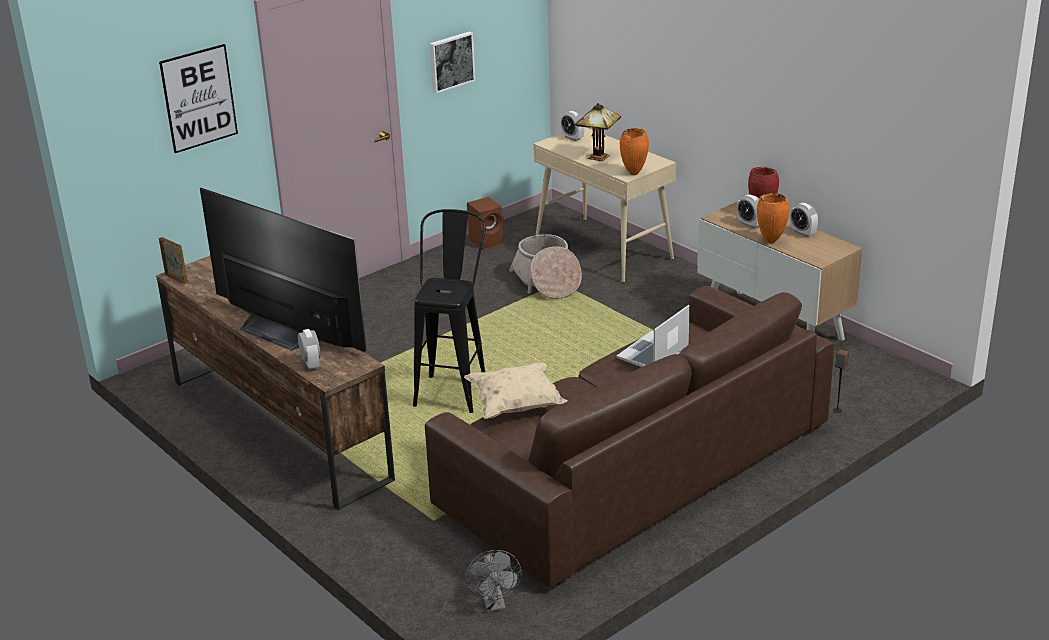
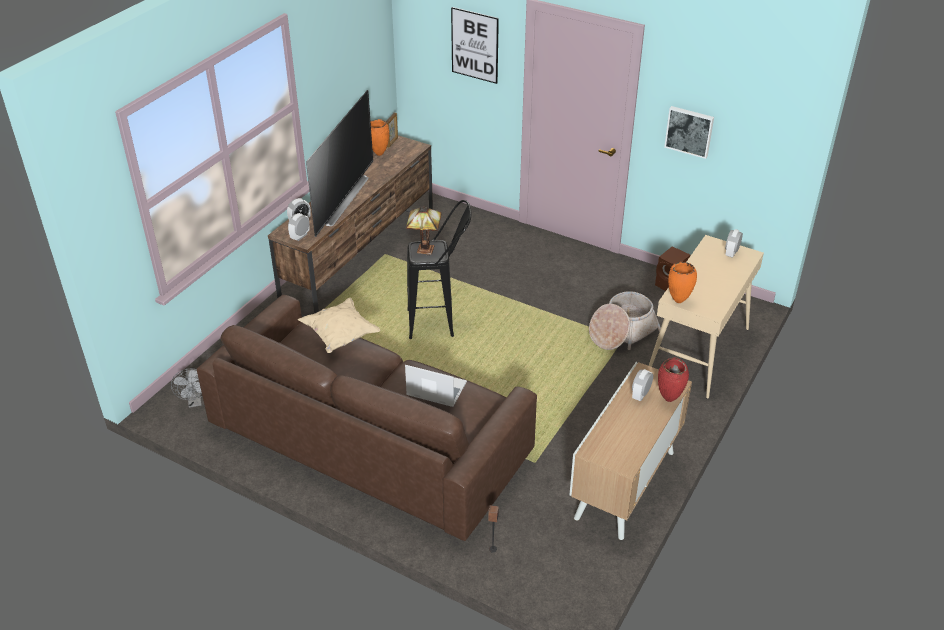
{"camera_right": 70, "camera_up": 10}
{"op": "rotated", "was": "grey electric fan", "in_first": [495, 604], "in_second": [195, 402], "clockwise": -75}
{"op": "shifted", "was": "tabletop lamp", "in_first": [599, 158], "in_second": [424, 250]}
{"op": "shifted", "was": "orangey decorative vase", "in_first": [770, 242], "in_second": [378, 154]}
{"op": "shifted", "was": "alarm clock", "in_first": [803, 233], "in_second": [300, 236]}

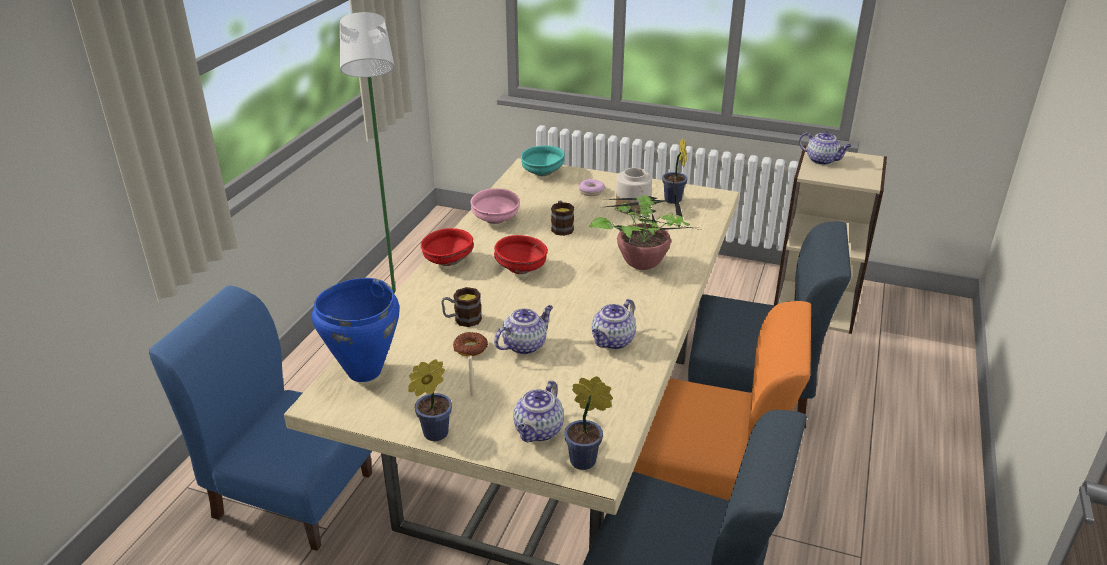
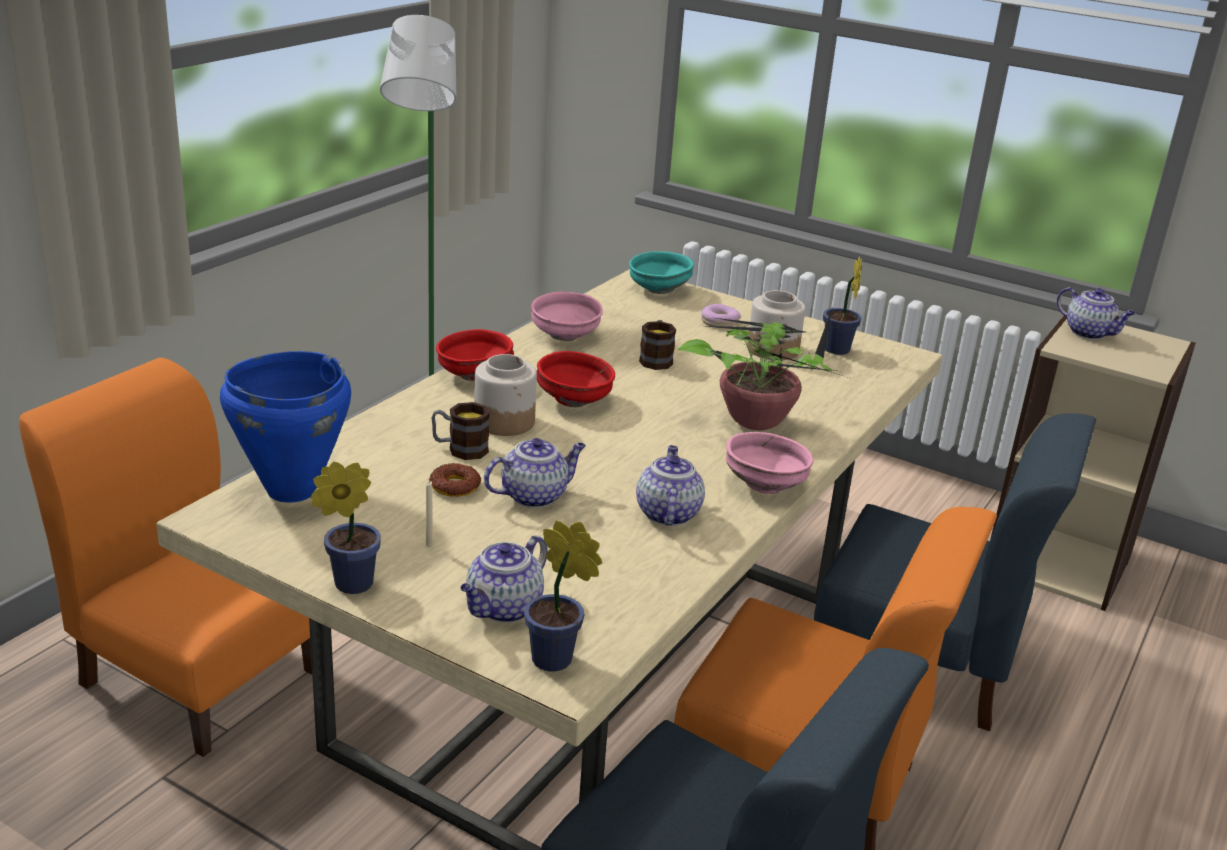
{"camera_right": 10, "camera_up": -5}
{"op": "repainted", "was": "blue-coloured chair", "now": "orangey chair", "in_first": [293, 493], "in_second": [200, 675]}
{"op": "rotated", "was": "tea pot", "in_first": [613, 341], "in_second": [667, 513], "clockwise": 135}
{"op": "new", "now": "preserve jar", "in_second": [505, 421]}
{"op": "new", "now": "pink bowl", "in_second": [766, 485]}

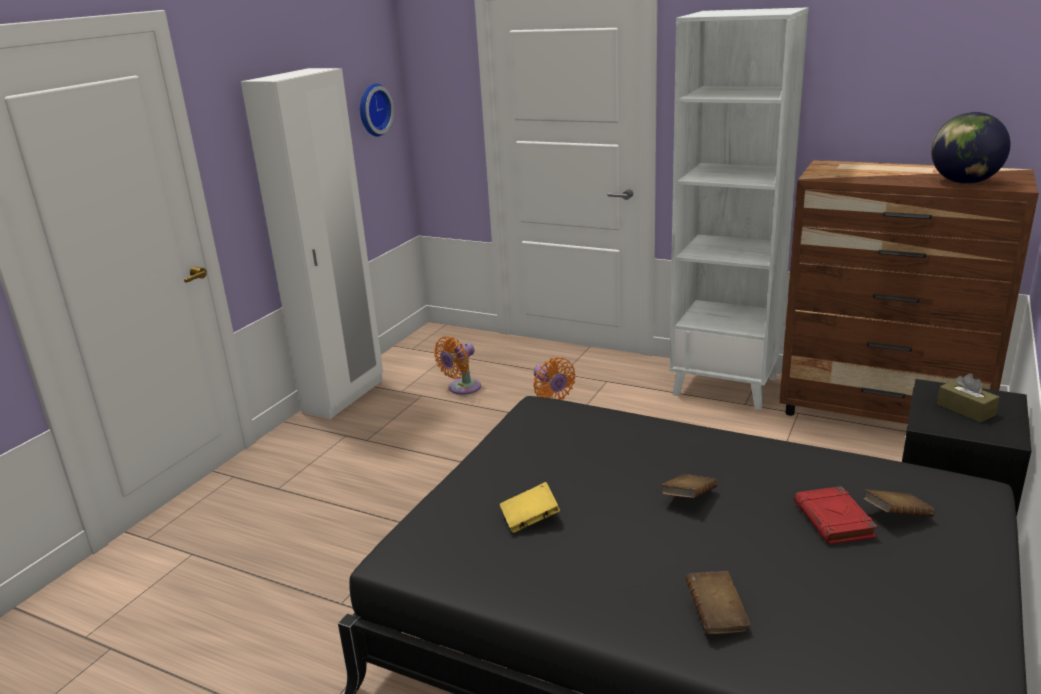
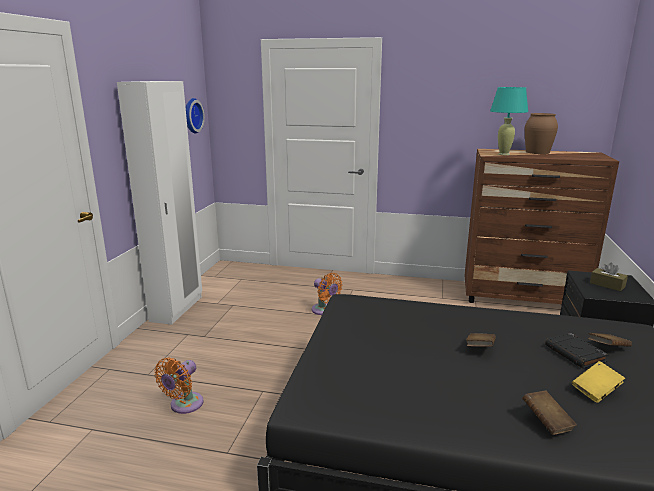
{"camera_right": -15, "camera_up": -5}
{"op": "shifted", "was": "orangey electric fan", "in_first": [462, 388], "in_second": [184, 405]}
{"op": "shifted", "was": "yellow book", "in_first": [530, 519], "in_second": [596, 391]}
{"op": "gone", "was": "white-coloured bookcase", "in_first": [726, 386]}
{"op": "repainted", "was": "reddish book", "now": "black book", "in_first": [834, 520], "in_second": [575, 354]}
{"op": "gone", "was": "desk globe", "in_first": [963, 182]}
{"op": "new", "now": "blue-green tabletop lamp", "in_second": [503, 154]}
{"op": "new", "now": "brown decorative vase", "in_second": [537, 152]}

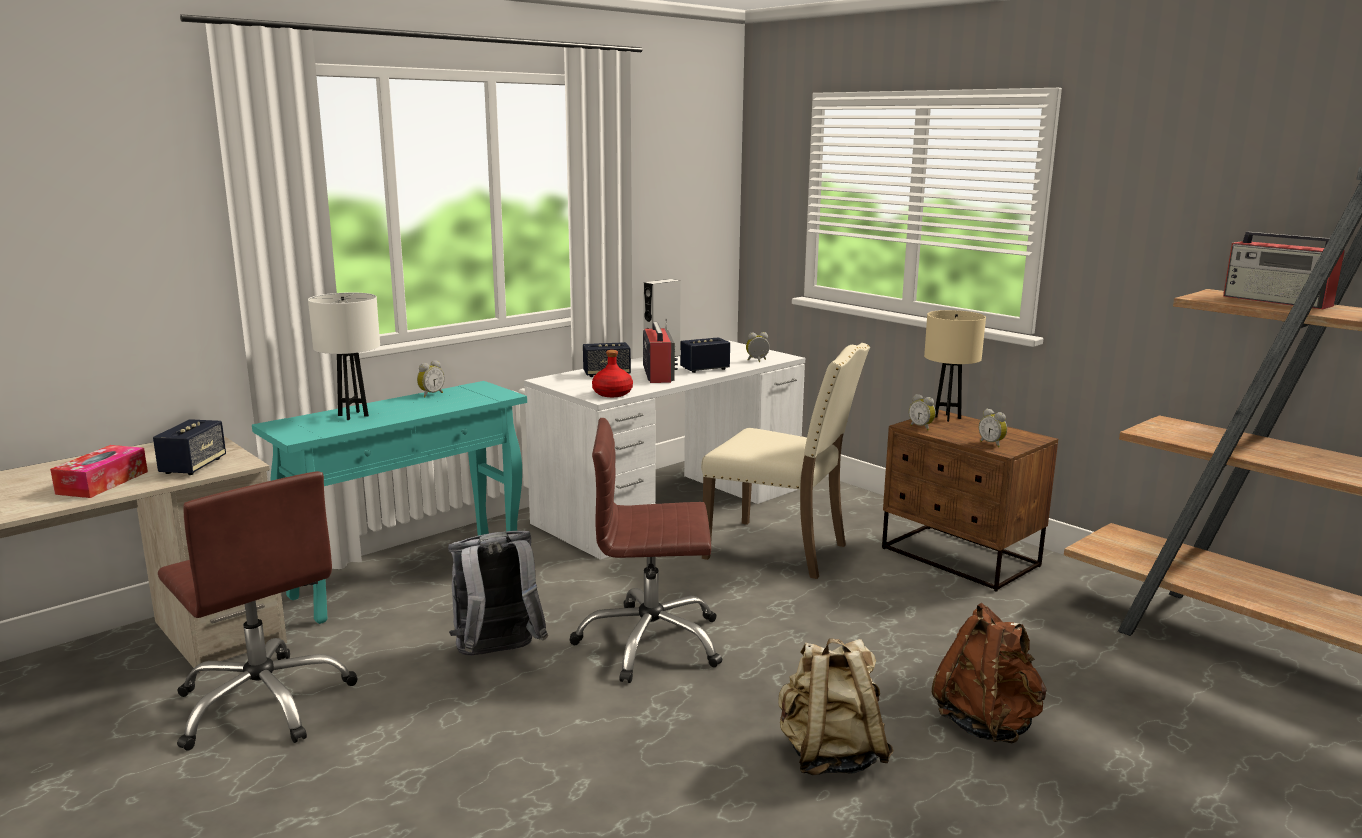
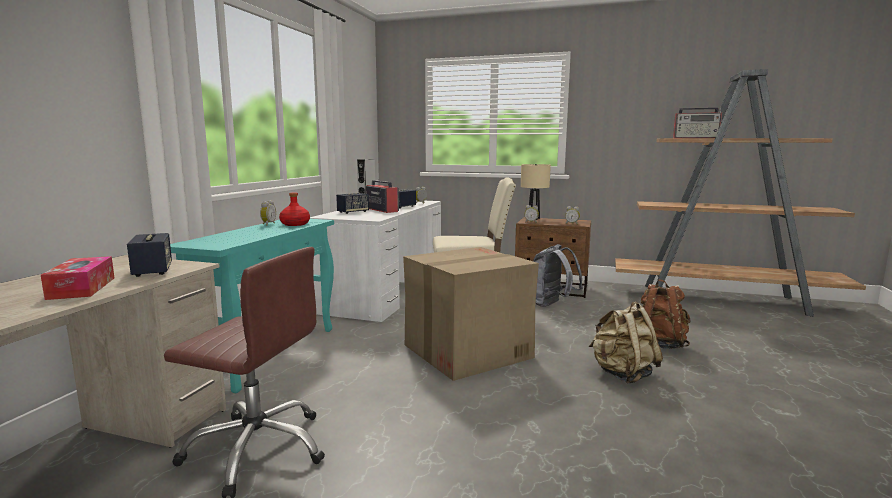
{"camera_right": -30, "camera_up": -5}
{"op": "gone", "was": "white-coloured tabletop lamp", "in_first": [353, 416]}
{"op": "shifted", "was": "grey rucksack", "in_first": [498, 654], "in_second": [552, 305]}
{"op": "swapped", "was": "brown desk chair", "now": "carton", "in_first": [650, 642], "in_second": [466, 351]}
{"op": "shifted", "was": "reddish drink bottle", "in_first": [612, 393], "in_second": [295, 224]}

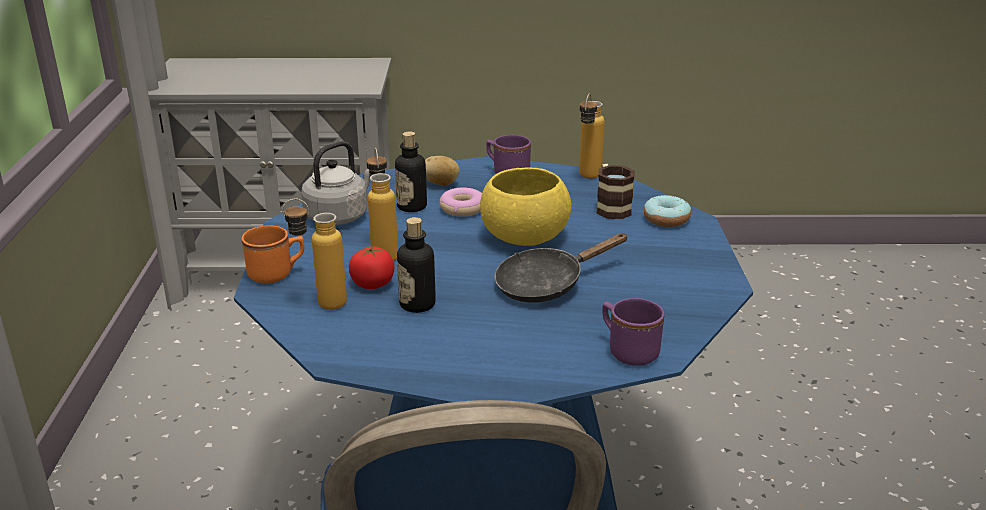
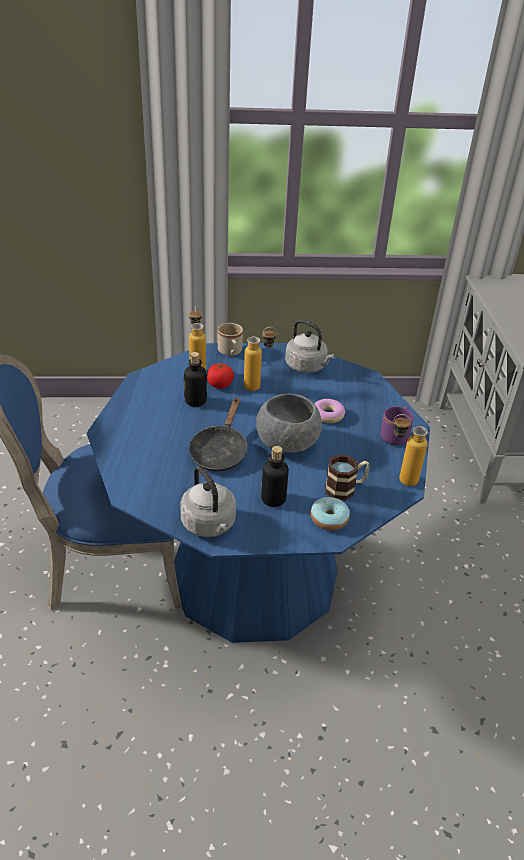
{"camera_right": 85, "camera_up": 10}
{"op": "repainted", "was": "orangey tea mug", "now": "beige-coloured tea mug", "in_first": [277, 273], "in_second": [230, 353]}
{"op": "shifted", "was": "drink bottle", "in_first": [412, 206], "in_second": [273, 499]}
{"op": "gone", "was": "whole potato", "in_first": [441, 184]}
{"op": "repainted", "was": "yellow bowl", "now": "grey bowl", "in_first": [524, 237], "in_second": [287, 443]}
{"op": "rotated", "was": "black pan", "in_first": [546, 284], "in_second": [220, 451], "clockwise": -135}
{"op": "gone", "was": "purple tea mug", "in_first": [627, 350]}
{"op": "new", "now": "grey water kettle", "in_second": [210, 525]}

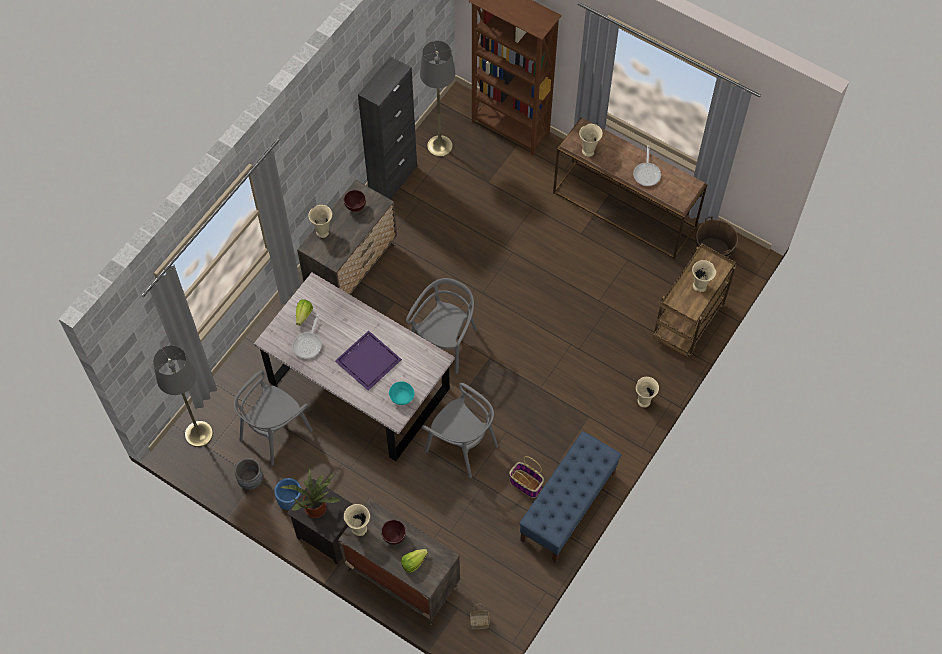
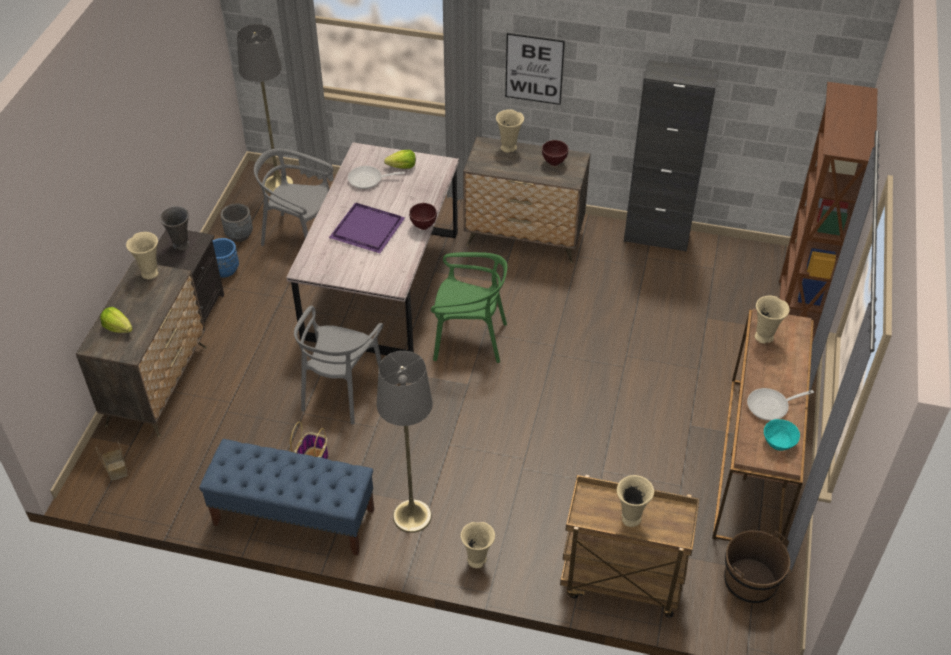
{"camera_right": 70, "camera_up": -15}
{"op": "swapped", "was": "potted plant", "now": "grey decorative vase", "in_first": [316, 506], "in_second": [181, 245]}
{"op": "shifted", "was": "brown bowl", "in_first": [393, 537], "in_second": [423, 226]}
{"op": "shifted", "was": "blue-green bowl", "in_first": [402, 397], "in_second": [779, 443]}
{"op": "repainted", "was": "grey chair", "now": "green chair", "in_first": [445, 342], "in_second": [469, 339]}
{"op": "shifted", "was": "grey standard lamp", "in_first": [439, 146], "in_second": [412, 516]}
{"op": "new", "now": "picture", "in_second": [534, 68]}

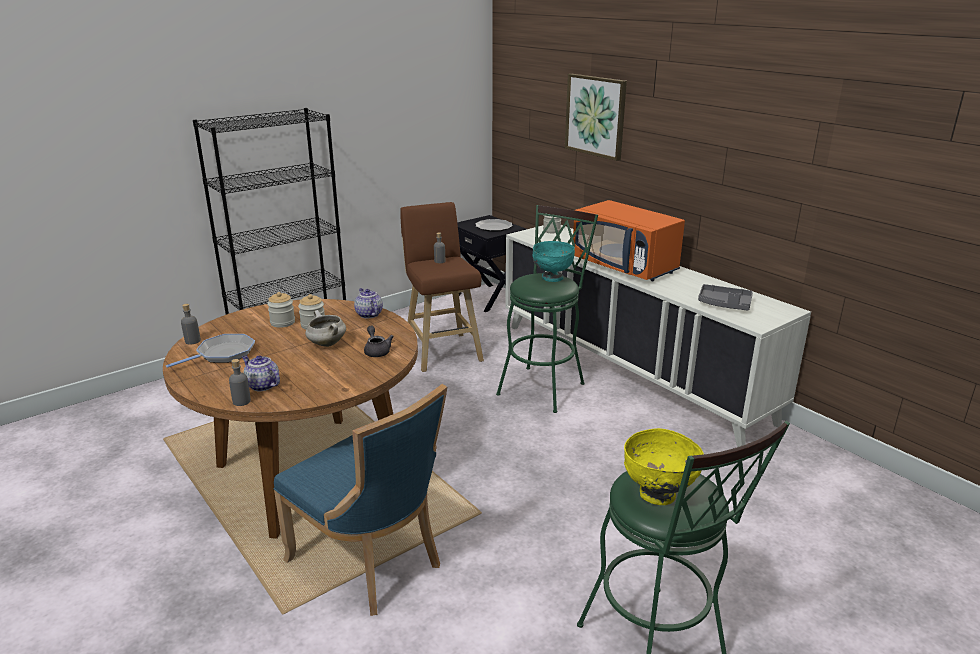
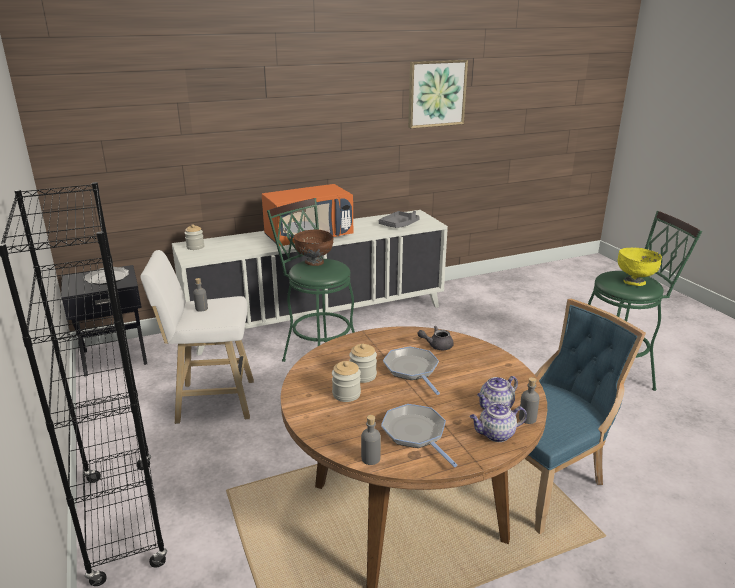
{"camera_right": -75, "camera_up": 0}
{"op": "swapped", "was": "white-coloured saucepot", "now": "pan", "in_first": [326, 344], "in_second": [412, 370]}
{"op": "shifted", "was": "tea pot", "in_first": [368, 314], "in_second": [495, 434]}
{"op": "repainted", "was": "brown stool seat", "now": "white-coloured stool seat", "in_first": [442, 350], "in_second": [211, 401]}
{"op": "repainted", "was": "blue-green bowl", "now": "brown bowl", "in_first": [552, 278], "in_second": [314, 262]}
{"op": "shifted", "was": "picture", "in_first": [596, 116], "in_second": [436, 93]}

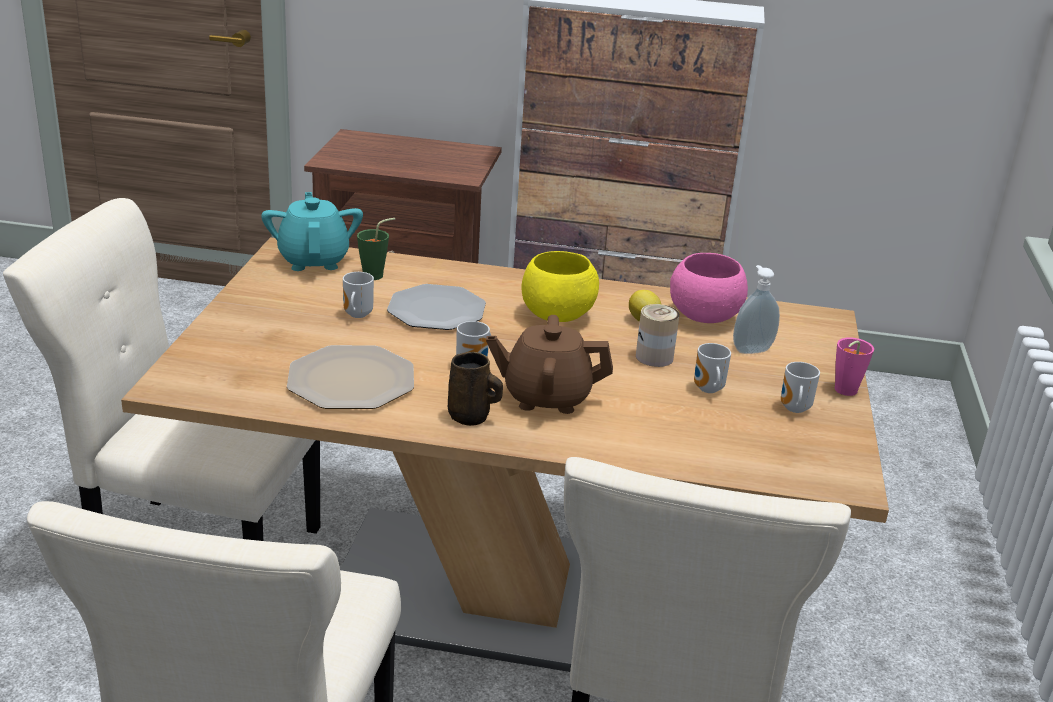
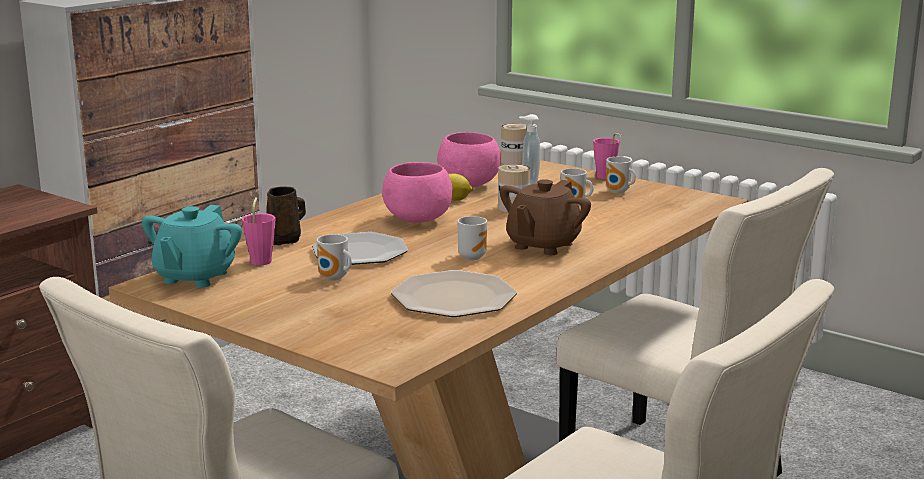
{"camera_right": -60, "camera_up": -10}
{"op": "rotated", "was": "blue-green tea pot", "in_first": [314, 260], "in_second": [194, 277], "clockwise": -90}
{"op": "repainted", "was": "green cup", "now": "pink cup", "in_first": [377, 275], "in_second": [261, 260]}
{"op": "shifted", "was": "brown tea mug", "in_first": [471, 417], "in_second": [286, 240]}
{"op": "repainted", "was": "yellow bowl", "now": "pink bowl", "in_first": [558, 316], "in_second": [418, 220]}
{"op": "new", "now": "metal can", "in_second": [514, 162]}

